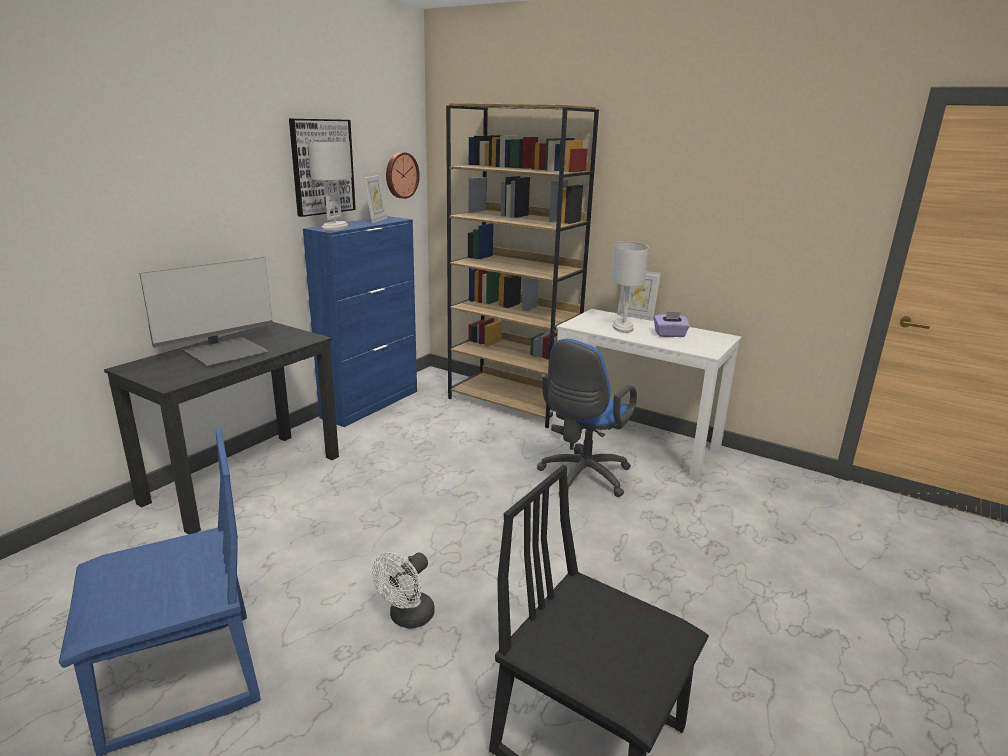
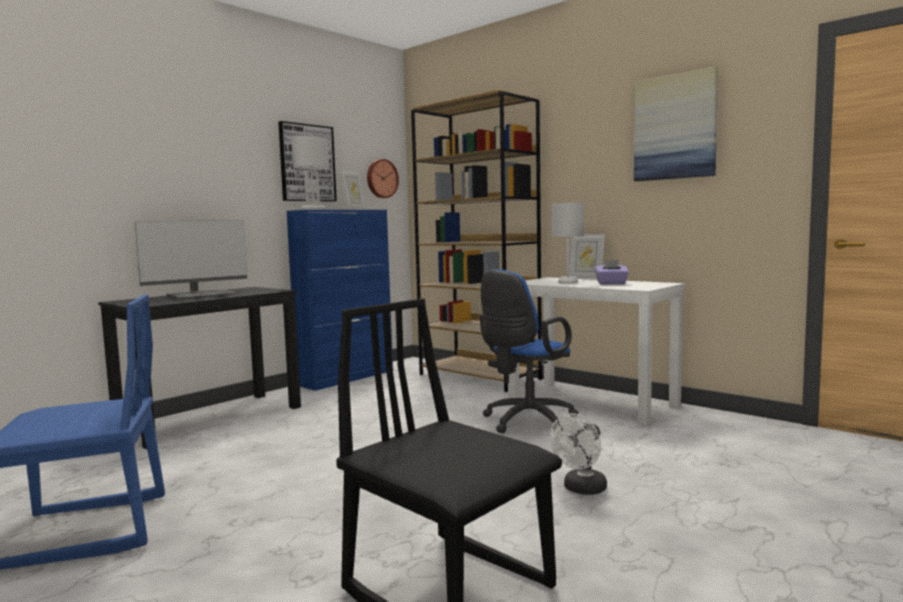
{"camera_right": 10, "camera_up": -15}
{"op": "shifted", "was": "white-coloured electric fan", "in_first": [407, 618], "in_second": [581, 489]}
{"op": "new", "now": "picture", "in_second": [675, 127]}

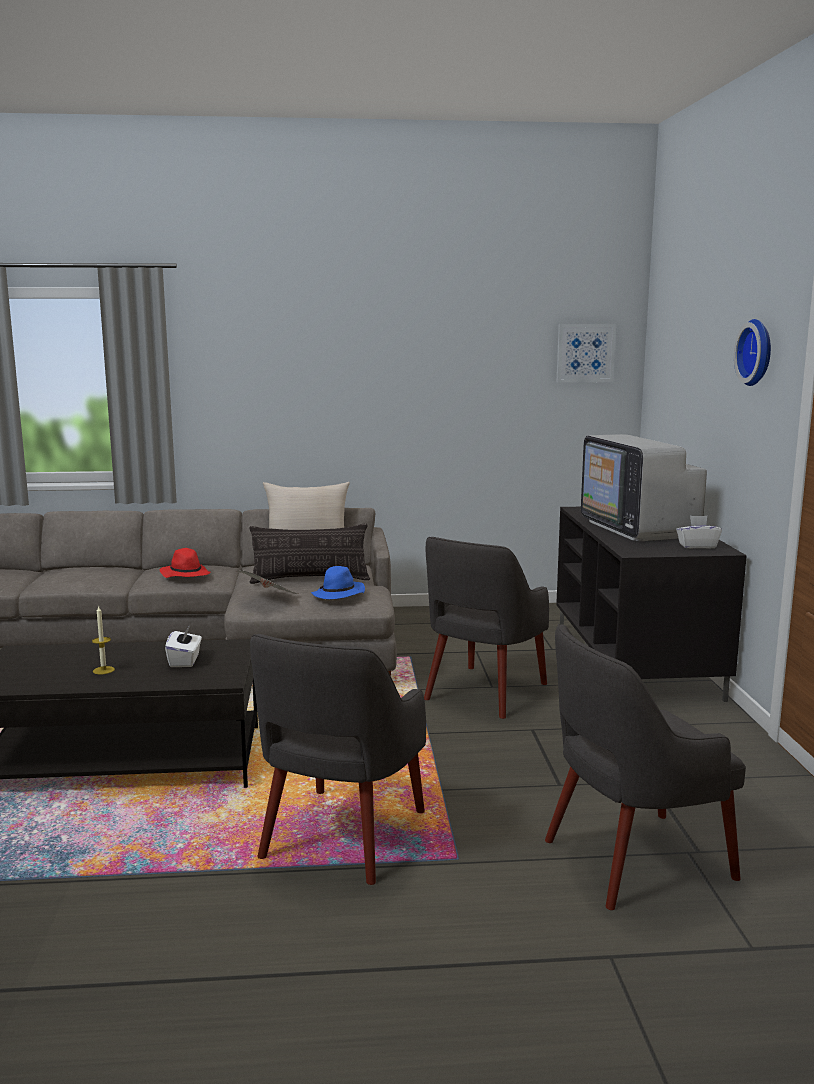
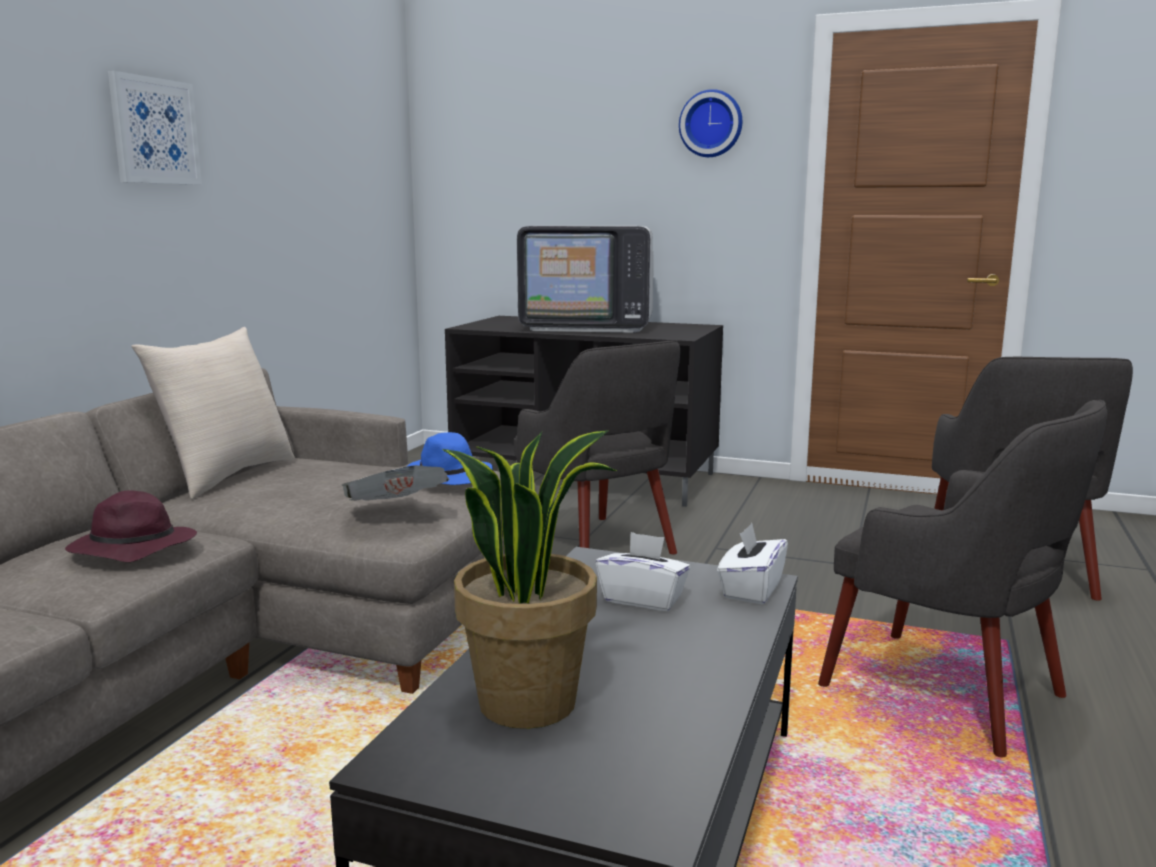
{"camera_right": -65, "camera_up": 0}
{"op": "gone", "was": "wax candle", "in_first": [103, 670]}
{"op": "repainted", "was": "reddish clothing hat", "now": "purple clothing hat", "in_first": [185, 574], "in_second": [131, 549]}
{"op": "gone", "was": "cushion", "in_first": [310, 580]}
{"op": "shifted", "was": "picture", "in_first": [585, 353], "in_second": [154, 131]}
{"op": "shifted", "was": "white-coloured box of tissues", "in_first": [697, 546], "in_second": [751, 590]}
{"op": "new", "now": "potted plant", "in_second": [528, 701]}

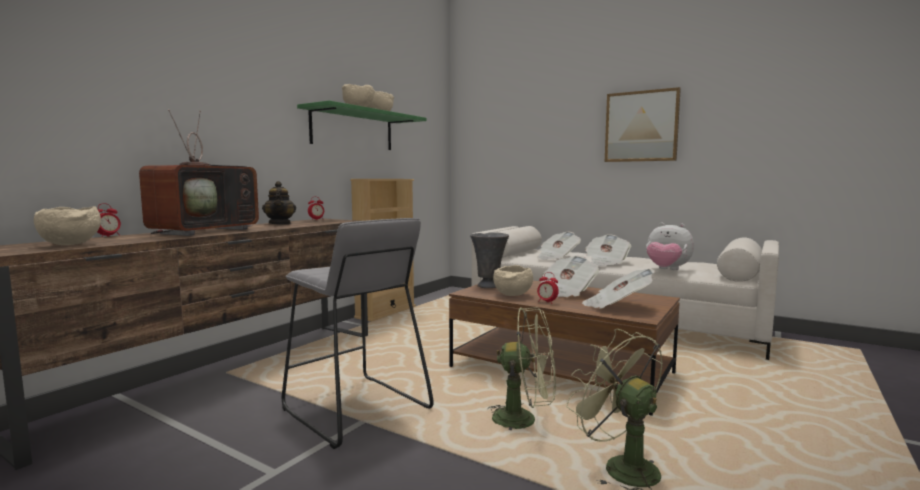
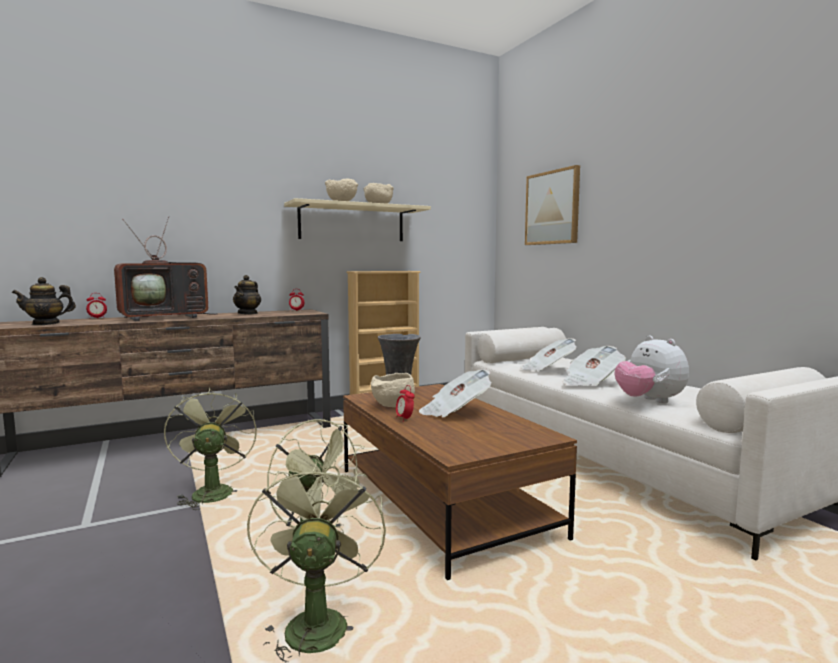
{"camera_right": 30, "camera_up": 0}
{"op": "swapped", "was": "beige-coloured bowl", "now": "tea pot", "in_first": [72, 245], "in_second": [46, 324]}
{"op": "swapped", "was": "grey stool seat", "now": "green electric fan", "in_first": [355, 409], "in_second": [212, 491]}
{"op": "repainted", "was": "green wall shelf", "now": "beige-coloured wall shelf", "in_first": [353, 130], "in_second": [352, 223]}
{"op": "gone", "was": "printed paper", "in_first": [616, 306]}
{"op": "shifted", "was": "picture", "in_first": [641, 126], "in_second": [552, 208]}

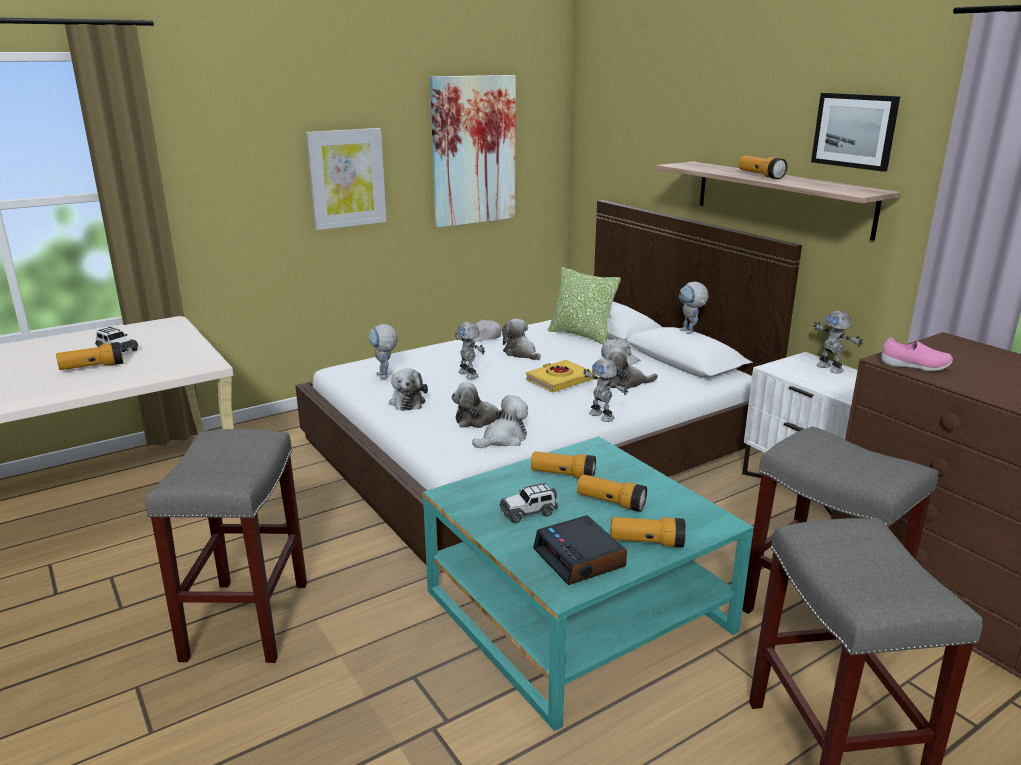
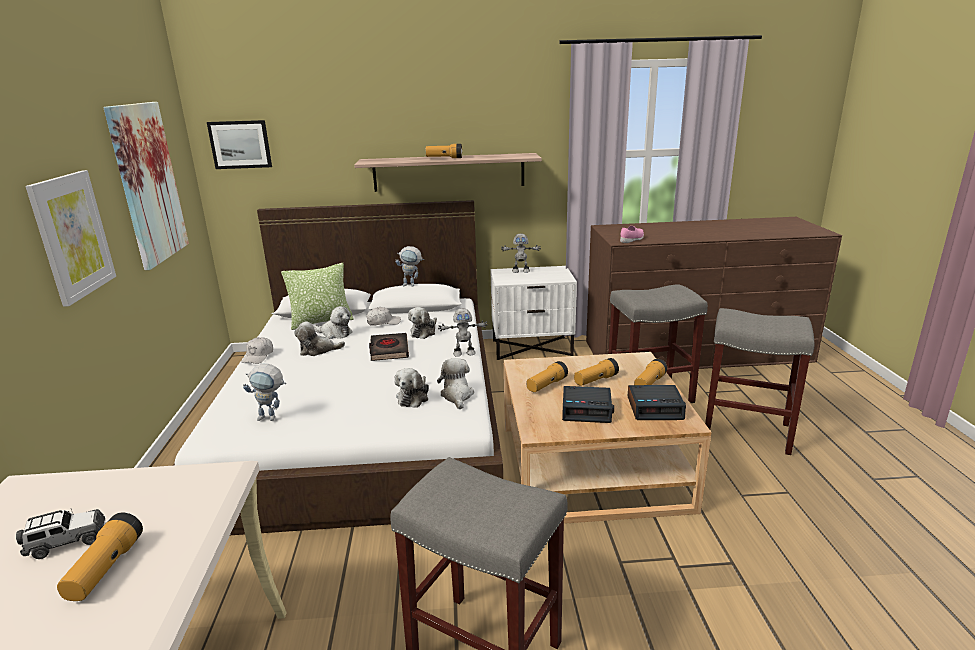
{"camera_right": -60, "camera_up": 0}
{"op": "shifted", "was": "plush toy", "in_first": [407, 401], "in_second": [335, 333]}
{"op": "repainted", "was": "blue-green coffee table", "now": "beige-coloured coffee table", "in_first": [578, 610], "in_second": [591, 466]}
{"op": "gone", "was": "model robot", "in_first": [469, 374]}
{"op": "swapped", "was": "miniature car", "now": "alarm clock", "in_first": [528, 512], "in_second": [587, 410]}
{"op": "repainted", "was": "yellow book", "now": "black book", "in_first": [559, 380], "in_second": [389, 350]}
{"op": "shifted", "was": "picture", "in_first": [855, 131], "in_second": [240, 144]}

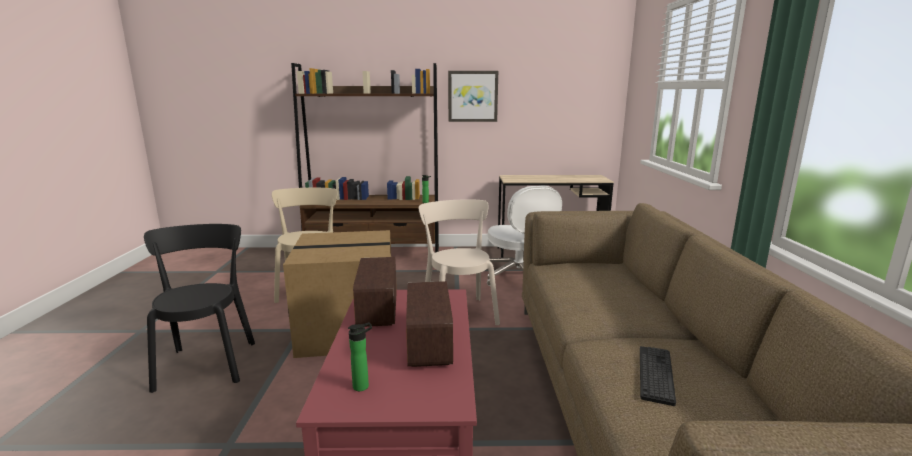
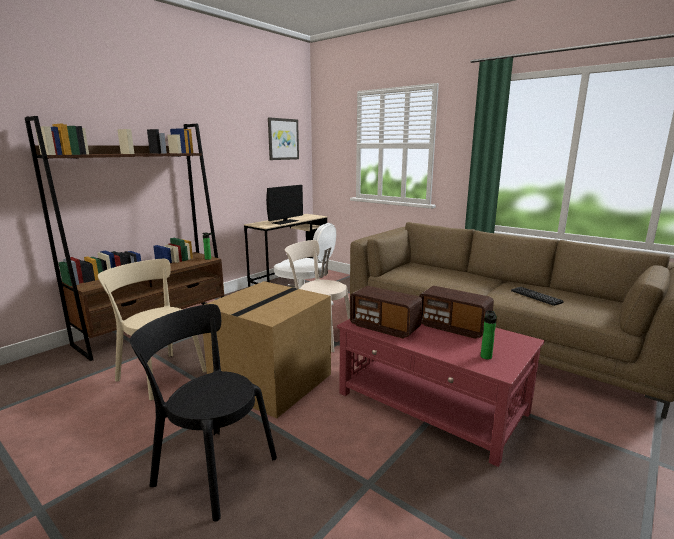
{"camera_right": -50, "camera_up": 0}
{"op": "shifted", "was": "picture", "in_first": [472, 96], "in_second": [283, 139]}
{"op": "new", "now": "computer display", "in_second": [285, 222]}

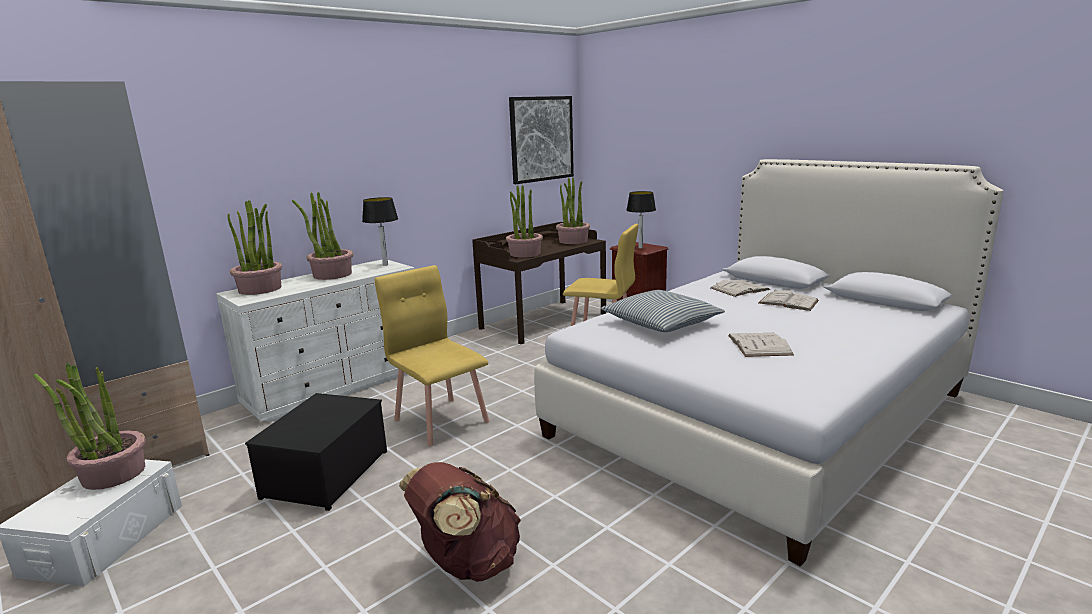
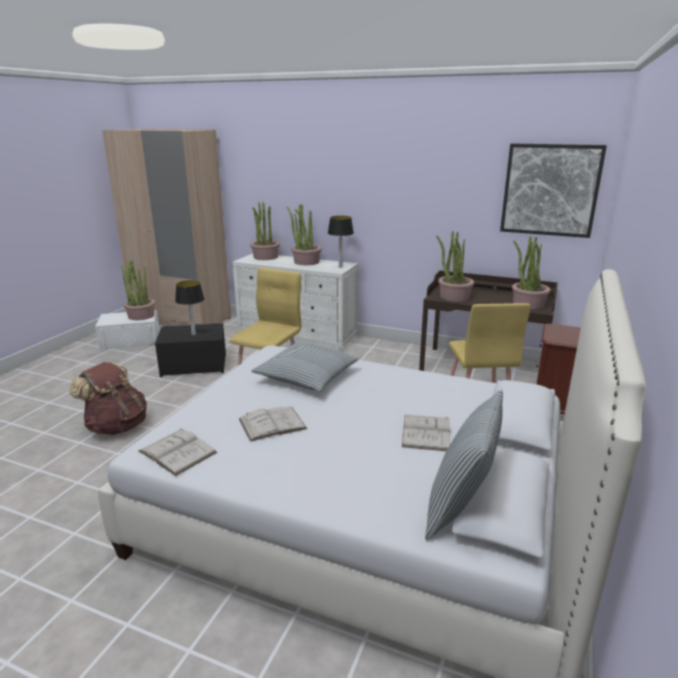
{"camera_right": 65, "camera_up": 5}
{"op": "shifted", "was": "tabletop lamp", "in_first": [641, 248], "in_second": [194, 334]}
{"op": "shifted", "was": "white-coloured book", "in_first": [739, 289], "in_second": [177, 452]}
{"op": "new", "now": "cushion", "in_second": [460, 507]}

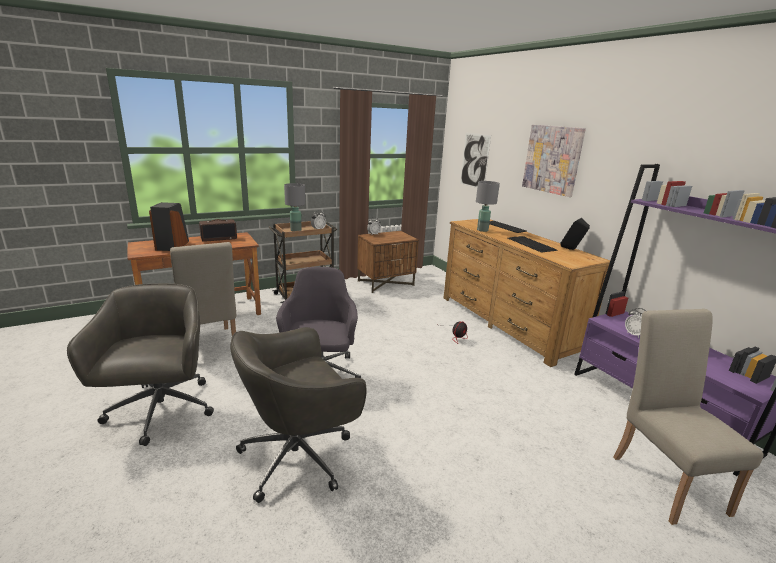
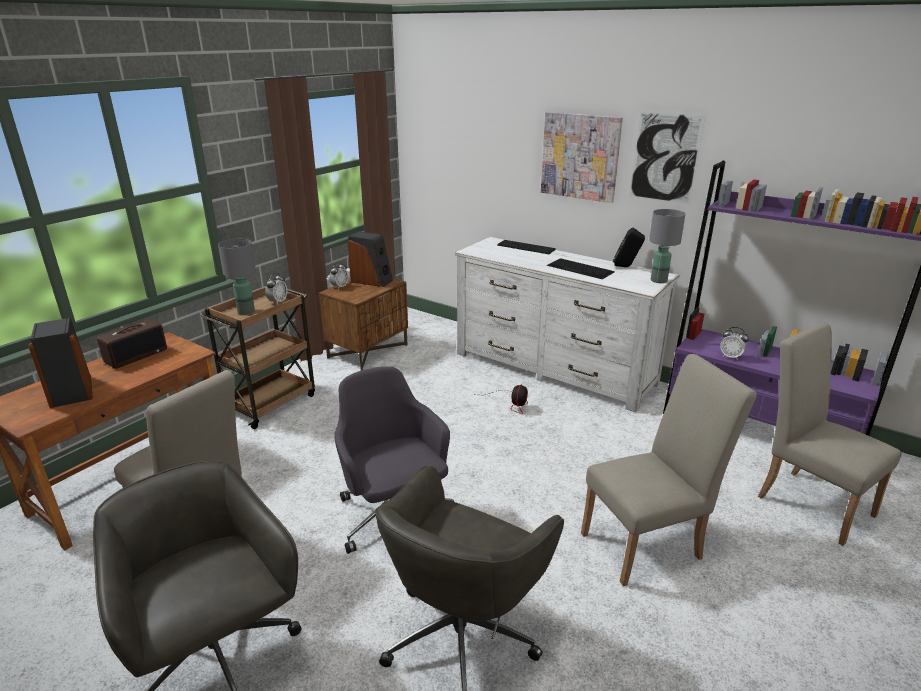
{"camera_right": -25, "camera_up": 5}
{"op": "repainted", "was": "brown dresser", "now": "white-coloured dresser", "in_first": [507, 323], "in_second": [553, 368]}
{"op": "shifted", "was": "picture", "in_first": [474, 160], "in_second": [664, 157]}
{"op": "shifted", "was": "grey tabletop lamp", "in_first": [482, 230], "in_second": [659, 281]}
{"op": "new", "now": "audio speaker", "in_second": [372, 281]}
{"op": "new", "now": "beige-coloured chair", "in_second": [648, 543]}

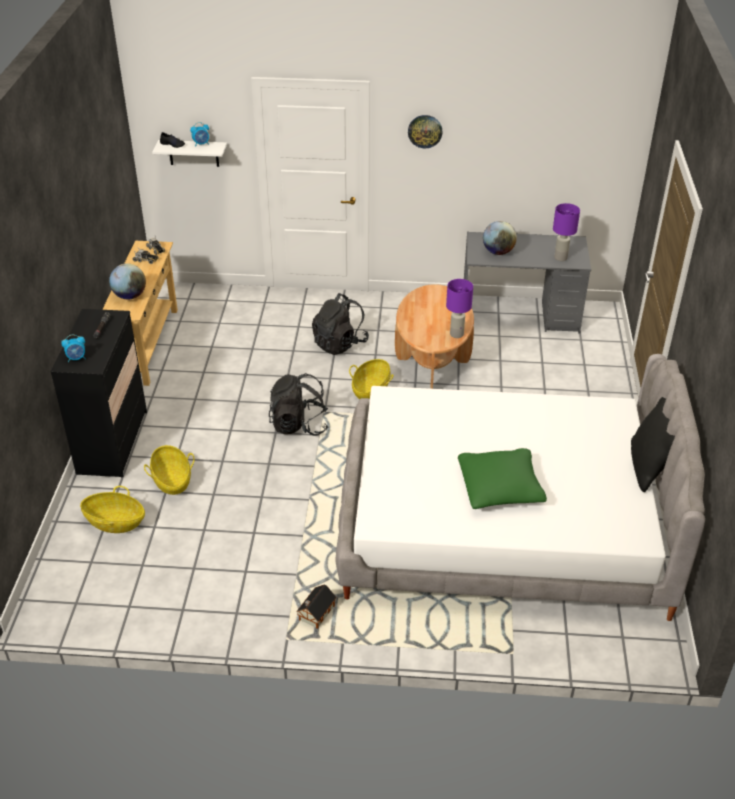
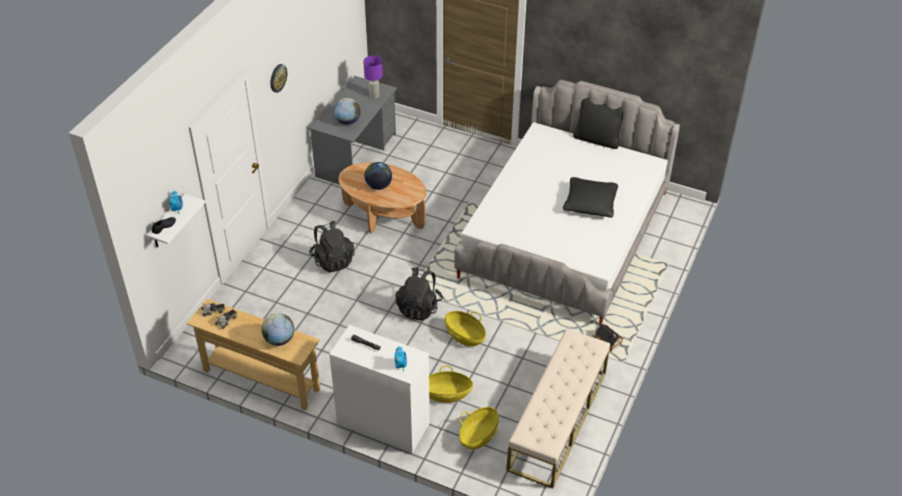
{"camera_right": -70, "camera_up": 5}
{"op": "repainted", "was": "black dresser", "now": "white-coloured dresser", "in_first": [113, 442], "in_second": [383, 424]}
{"op": "shifted", "was": "storage basket", "in_first": [371, 390], "in_second": [465, 336]}
{"op": "gone", "was": "purple tabletop lamp", "in_first": [456, 334]}
{"op": "repainted", "was": "green cushion", "now": "black cushion", "in_first": [500, 488], "in_second": [590, 204]}
{"op": "new", "now": "desk globe", "in_second": [378, 186]}
{"op": "new", "now": "beige-coloured long seat", "in_second": [557, 420]}

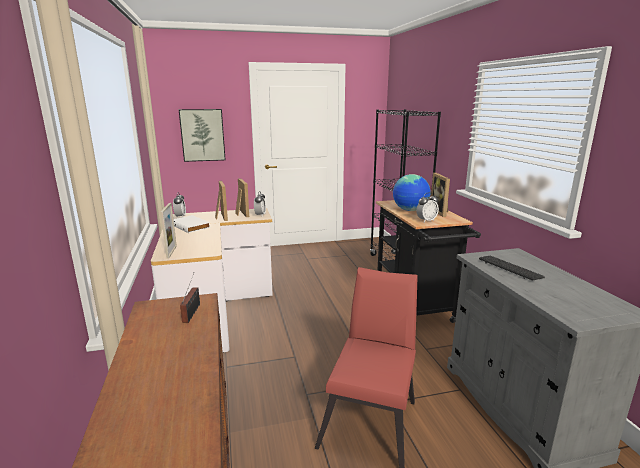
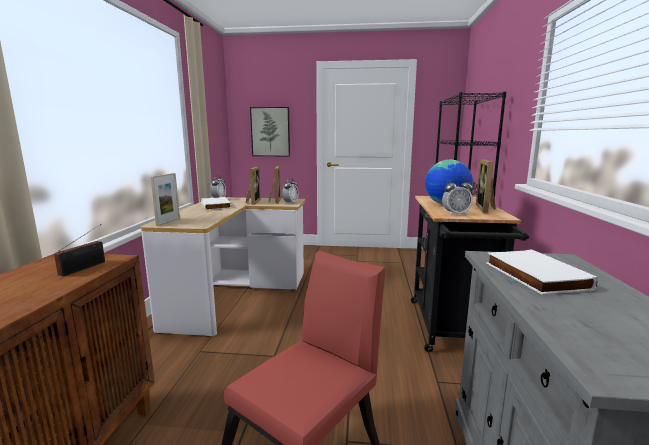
{"camera_right": 20, "camera_up": -5}
{"op": "swapped", "was": "computer keyboard", "now": "white-coloured book", "in_first": [509, 269], "in_second": [533, 276]}

